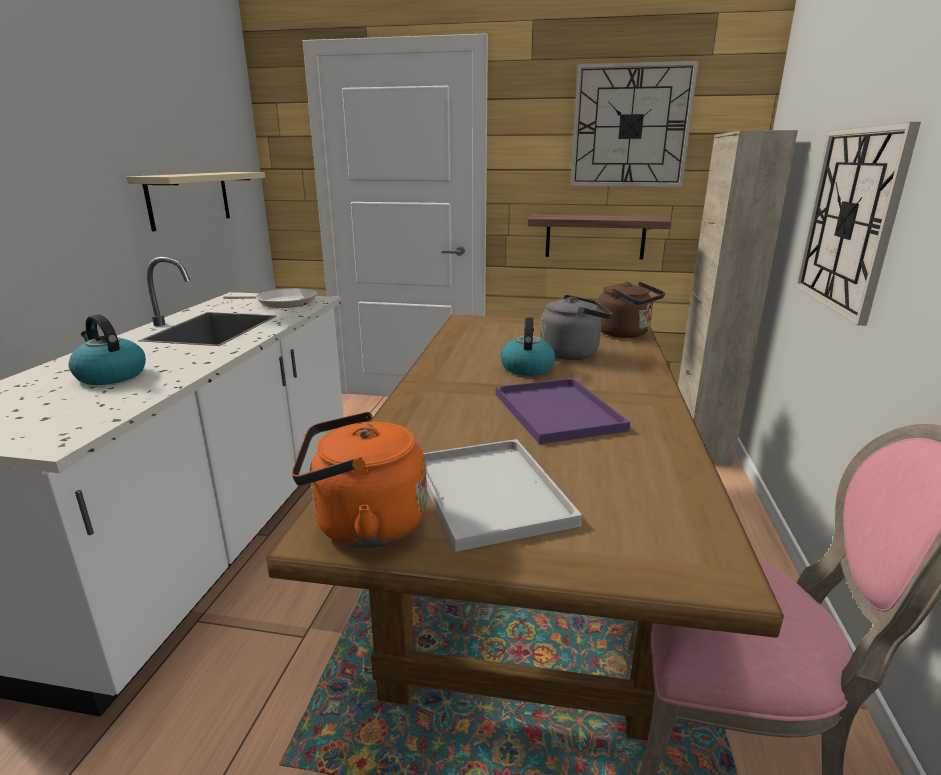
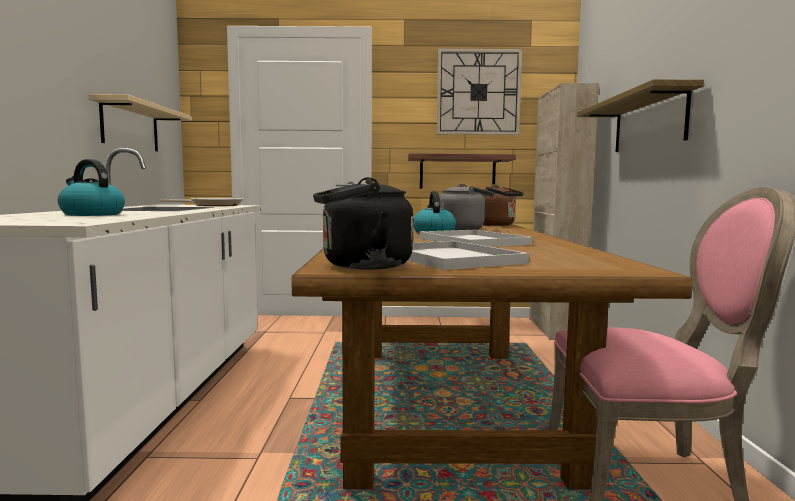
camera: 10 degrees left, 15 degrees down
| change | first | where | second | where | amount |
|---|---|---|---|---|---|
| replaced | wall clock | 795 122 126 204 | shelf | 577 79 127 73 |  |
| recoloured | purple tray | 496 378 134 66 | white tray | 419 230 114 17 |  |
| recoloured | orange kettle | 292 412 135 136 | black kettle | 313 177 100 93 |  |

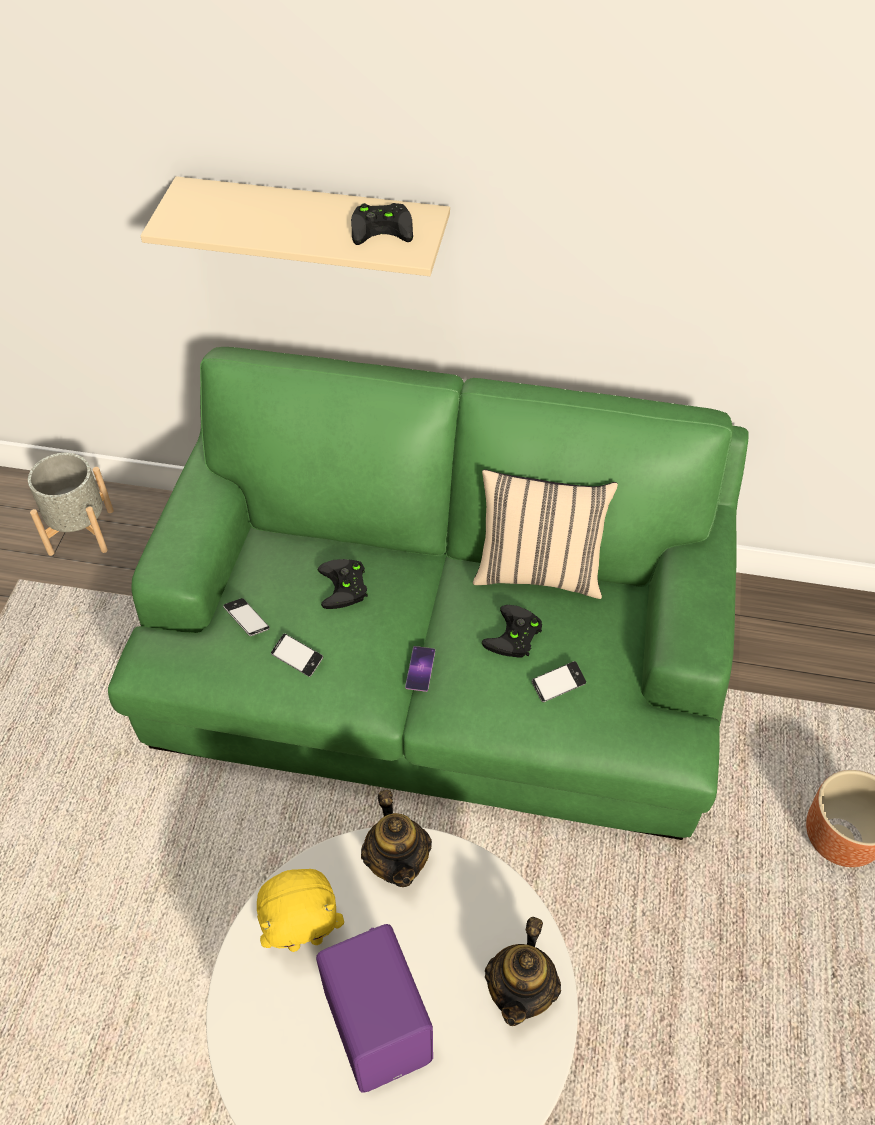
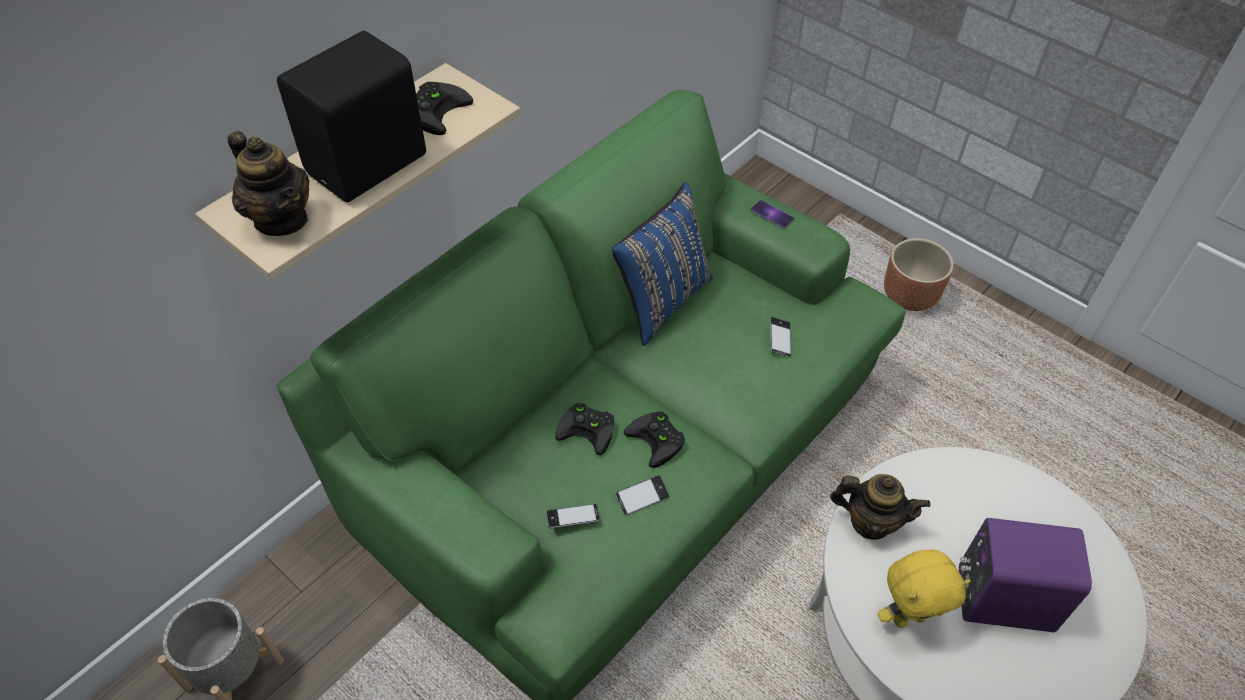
camera: 60 degrees left, 0 degrees up
| change | first | where | second | where | amount |
|---|---|---|---|---|---|
| recoloured | beige pillow | 473 470 145 129 | blue pillow | 611 182 102 164 |  |
| moved | black game controller | 482 605 60 53 |  | 624 411 61 57 |  |
| moved | phone | 405 646 30 46 |  | 750 200 44 29 |  |
| turned | yellow plush toy | 257 869 87 83 |  | 878 550 93 78 | 60 degrees clockwise |
| moved | teapot | 485 917 76 109 |  | 227 131 82 105 |  |
| added |  |  | black speaker | 277 31 149 171 |  |

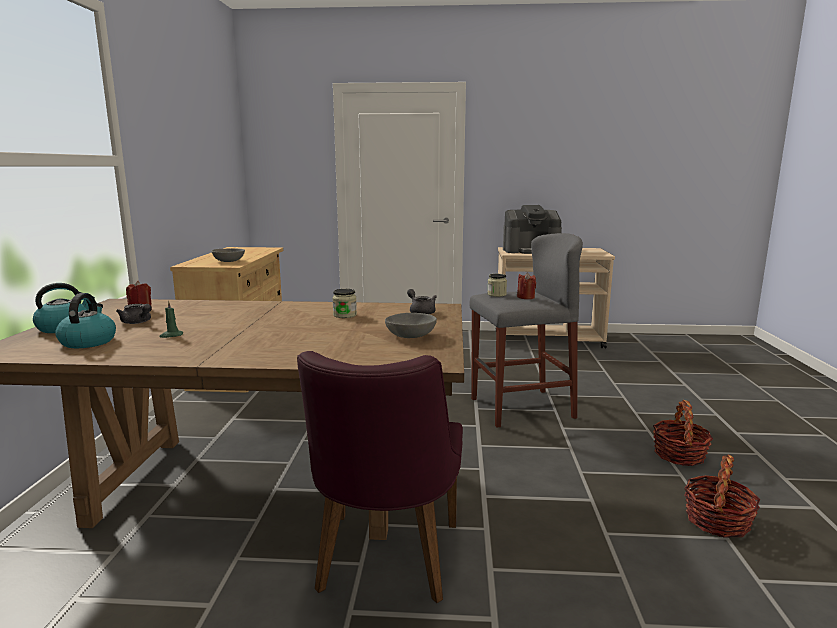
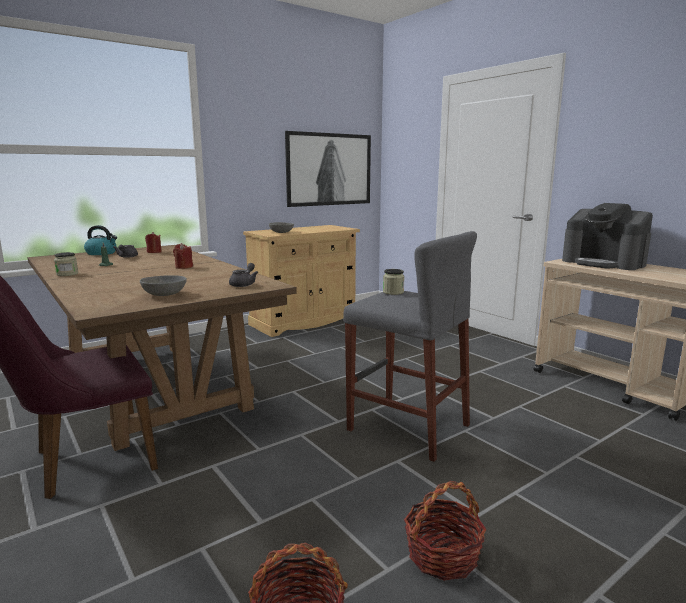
camera: 50 degrees right, 0 degrees up
| change | first | where | second | where | amount |
|---|---|---|---|---|---|
| moved | red candle | 517 273 19 26 |  | 173 243 20 26 |  |
| moved | jar | 332 289 25 29 |  | 54 252 24 24 |  |
| removed | kettle | 55 293 61 55 |  |  |  |
| added |  |  | picture | 285 131 86 76 |  |

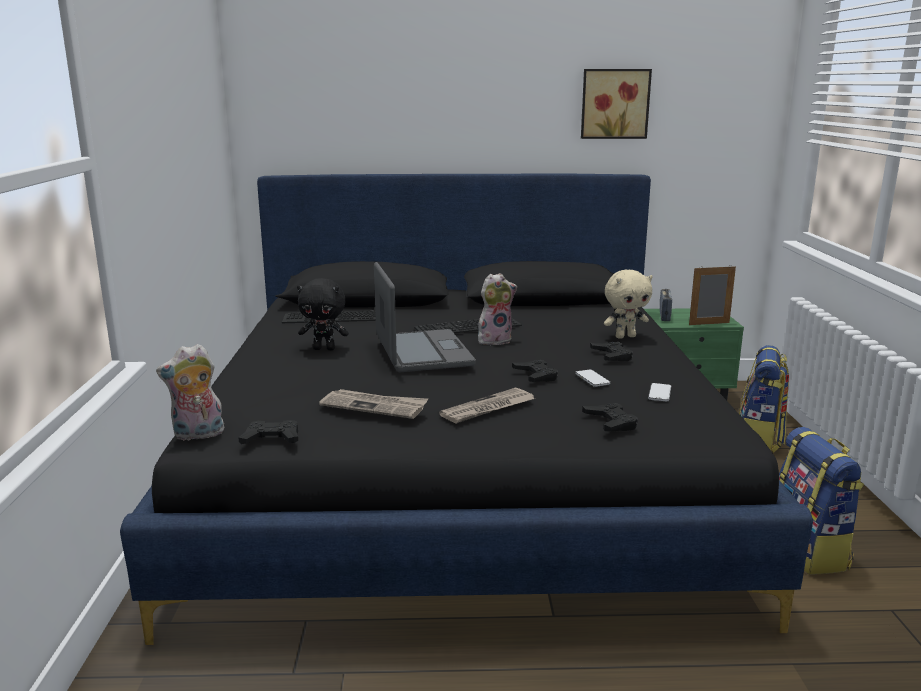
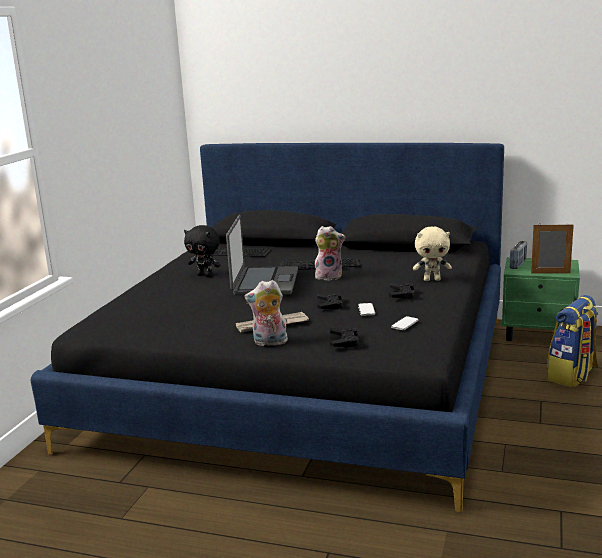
camera: 20 degrees right, 0 degrees up
| change | first | where | second | where | amount |
|---|---|---|---|---|---|
| removed | picture | 581 69 71 70 |  |  |  |
| moved | plush toy | 156 344 69 97 |  | 245 280 43 66 |  |
| removed | newspaper | 319 389 109 30 |  |  |  |
| removed | black game controller | 239 420 59 24 |  |  |  |
| removed | backpack | 779 427 85 148 |  |  |  |

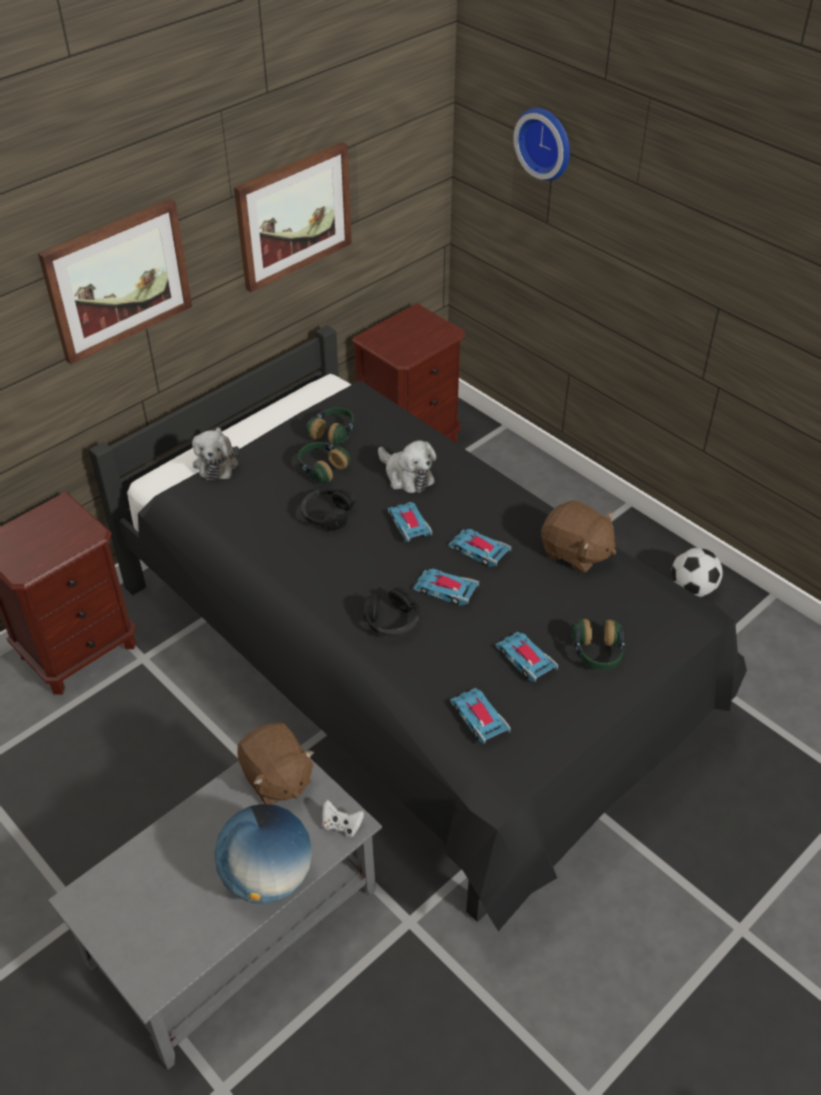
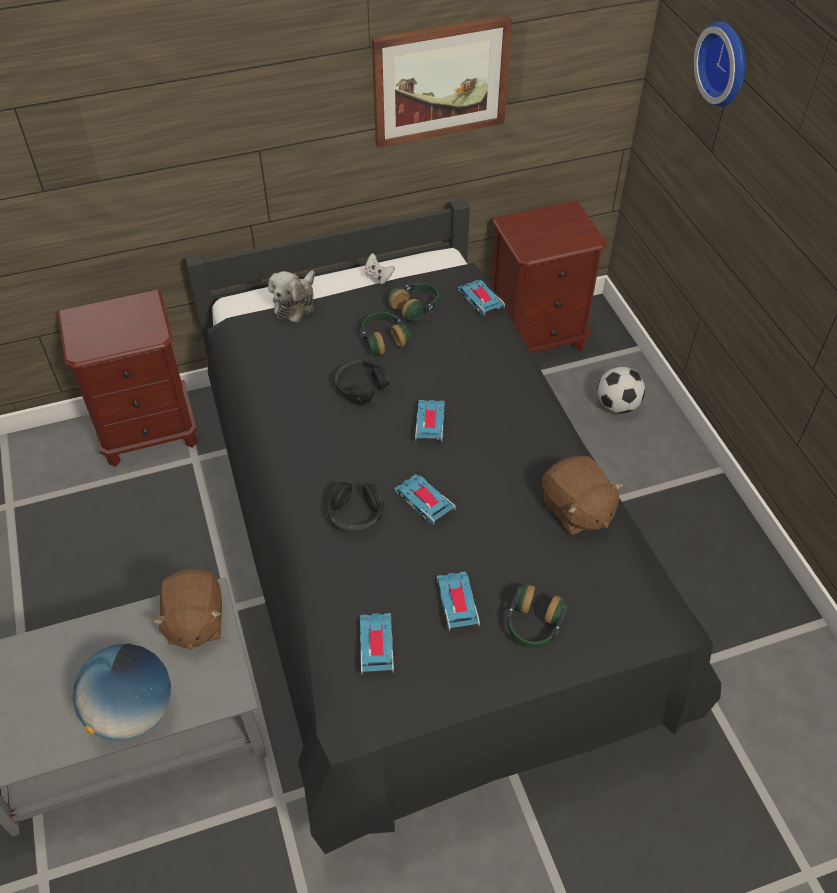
camera: 25 degrees right, 5 degrees up
| change | first | where | second | where | amount |
|---|---|---|---|---|---|
| removed | picture | 38 199 154 166 |  |  |  |
| removed | plush toy | 378 440 58 53 |  |  |  |
| moved | toy car | 448 529 63 38 |  | 457 280 48 35 |  |
| moved | football | 671 548 52 49 |  | 597 366 48 48 |  |
| moved | white game controller | 322 800 42 37 |  | 364 253 31 31 |  |

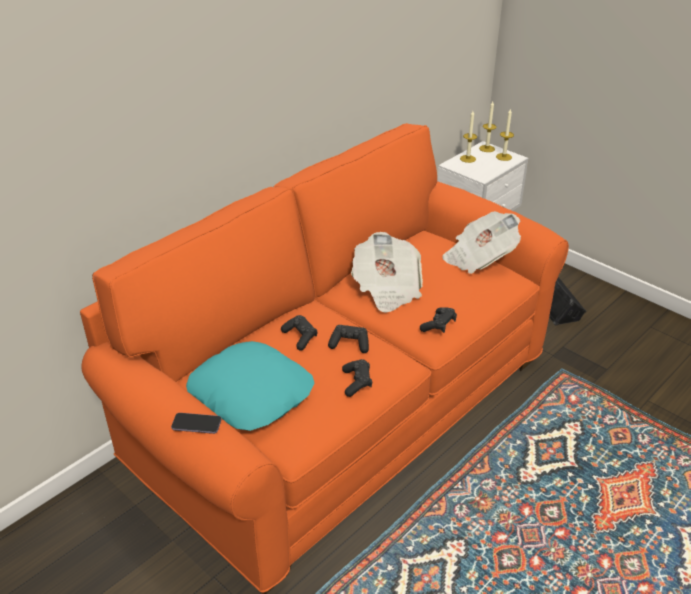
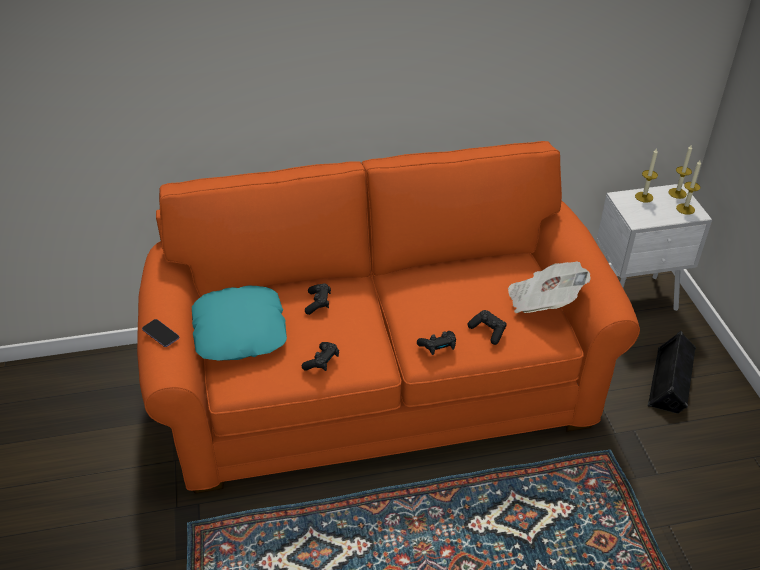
camera: 35 degrees right, 5 degrees up
| change | first | where | second | where | amount |
|---|---|---|---|---|---|
| removed | newspaper | 351 232 72 81 |  |  |  |
| moved | black game controller | 328 325 41 28 |  | 468 310 39 35 |  |

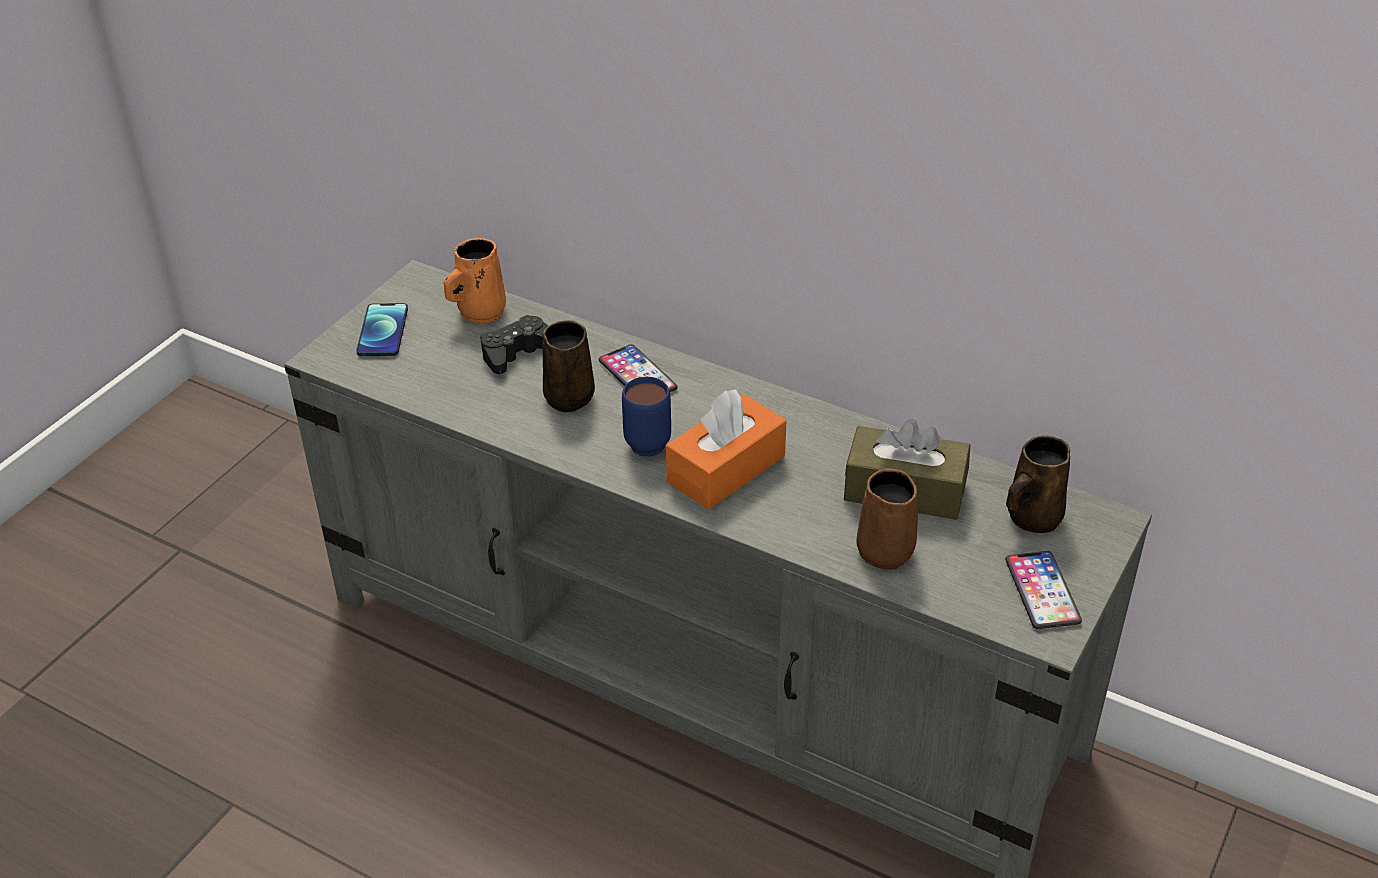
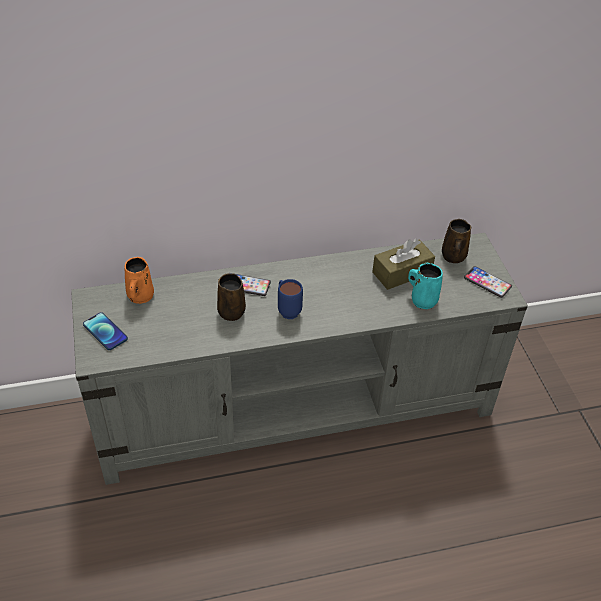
camera: 45 degrees left, 5 degrees up
| change | first | where | second | where | amount |
|---|---|---|---|---|---|
| removed | black game controller | 480 315 69 59 |  |  |  |
| removed | orange tissue box | 666 390 120 120 |  |  |  |
| recoloured | brown mug | 856 468 62 102 | turquoise mug | 408 263 35 46 |  |

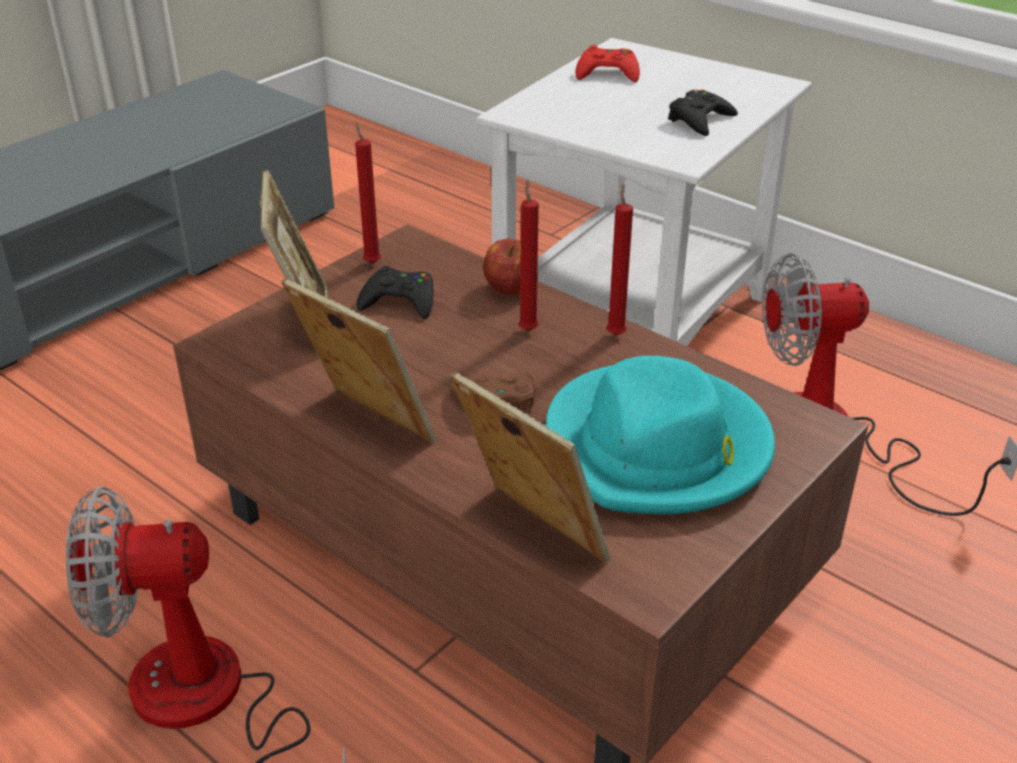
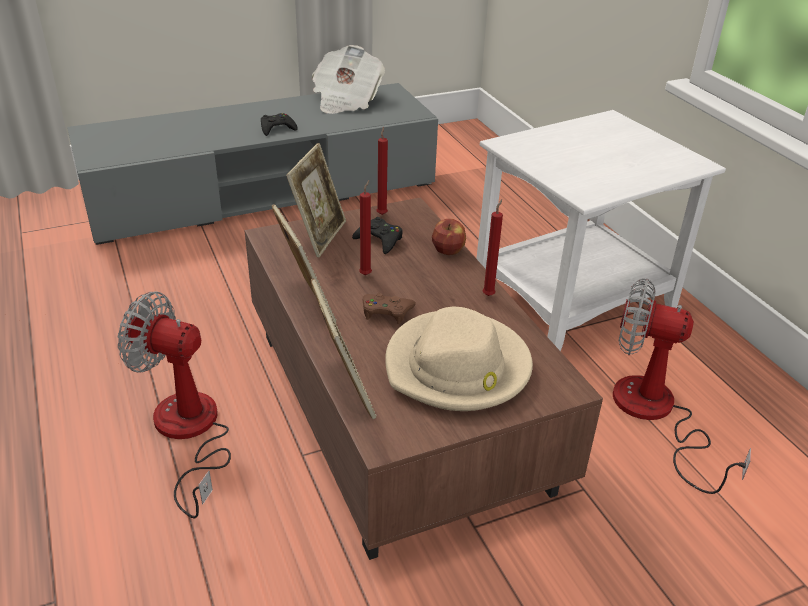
camera: 25 degrees right, 0 degrees up
| change | first | where | second | where | amount |
|---|---|---|---|---|---|
| removed | red game controller | 575 45 65 38 |  |  |  |
| moved | black game controller | 668 90 70 46 |  | 261 113 37 23 |  |
| moved | red candle | 519 180 20 151 |  | 359 180 13 95 |  |
| recoloured | turquoise hat | 546 356 229 158 | beige hat | 385 307 148 104 |  |
| added |  |  | newspaper | 312 45 73 69 |  |

